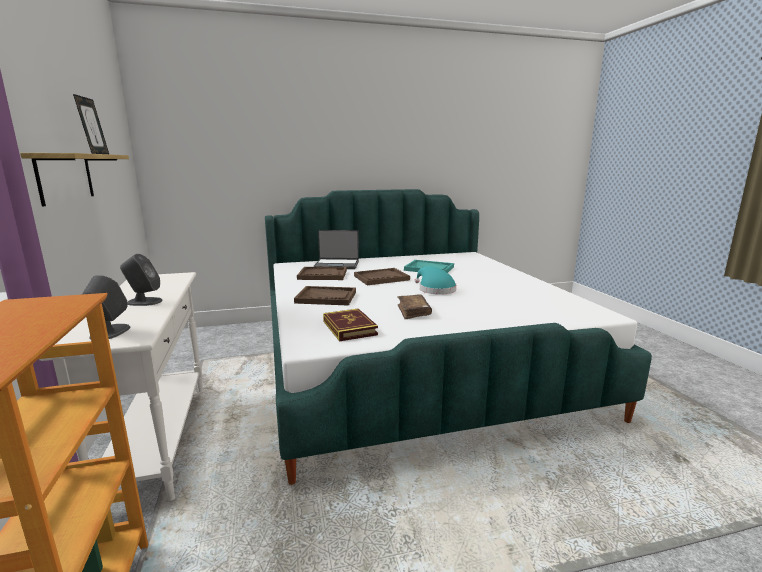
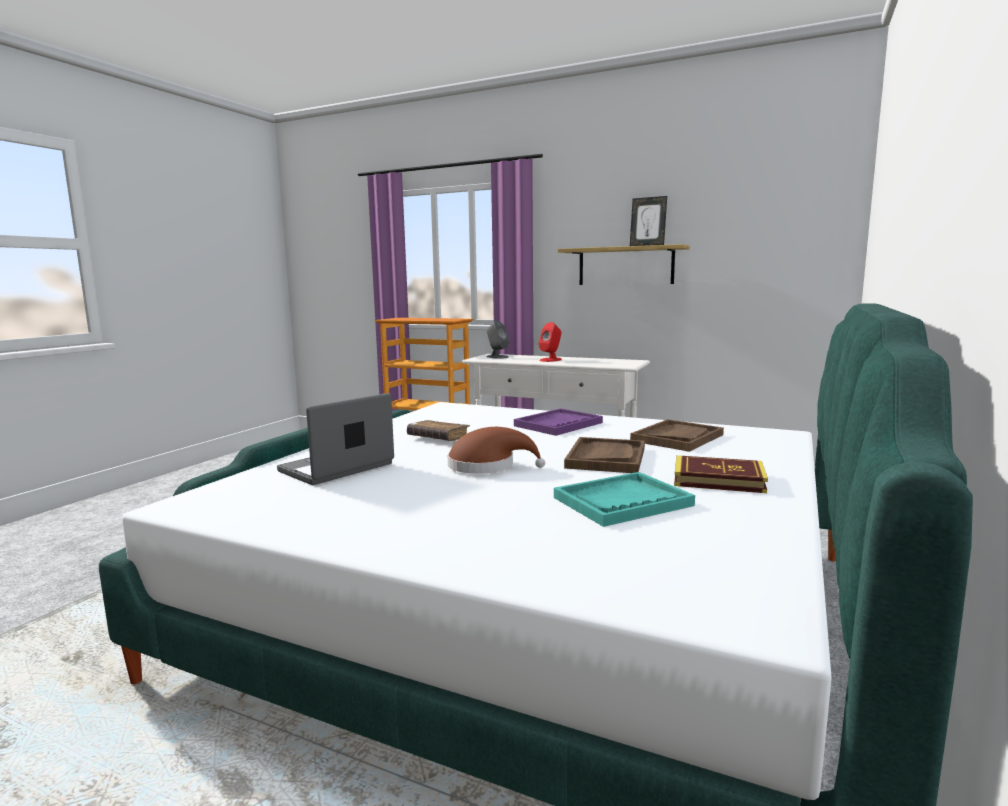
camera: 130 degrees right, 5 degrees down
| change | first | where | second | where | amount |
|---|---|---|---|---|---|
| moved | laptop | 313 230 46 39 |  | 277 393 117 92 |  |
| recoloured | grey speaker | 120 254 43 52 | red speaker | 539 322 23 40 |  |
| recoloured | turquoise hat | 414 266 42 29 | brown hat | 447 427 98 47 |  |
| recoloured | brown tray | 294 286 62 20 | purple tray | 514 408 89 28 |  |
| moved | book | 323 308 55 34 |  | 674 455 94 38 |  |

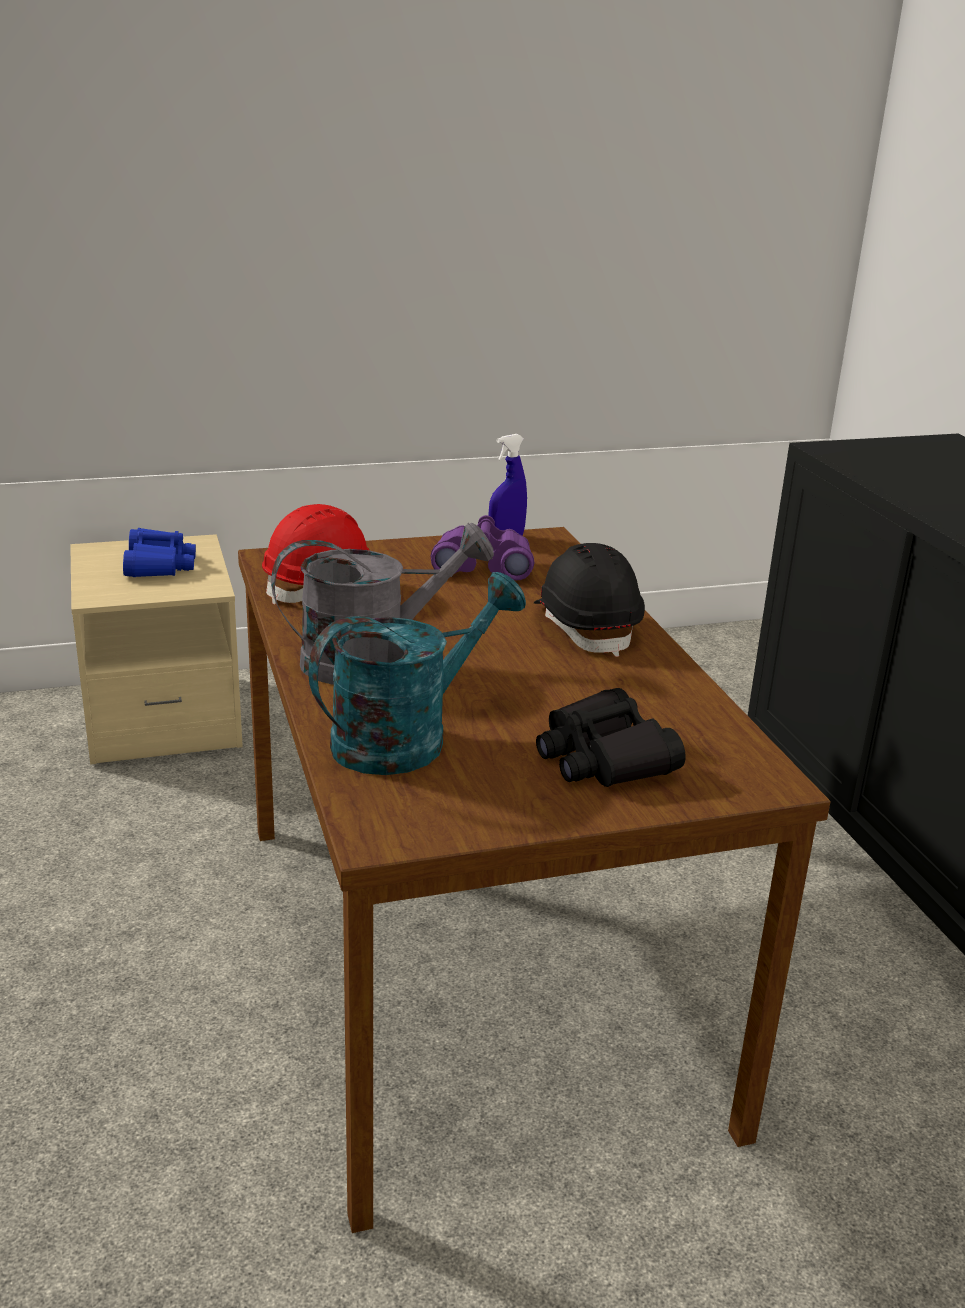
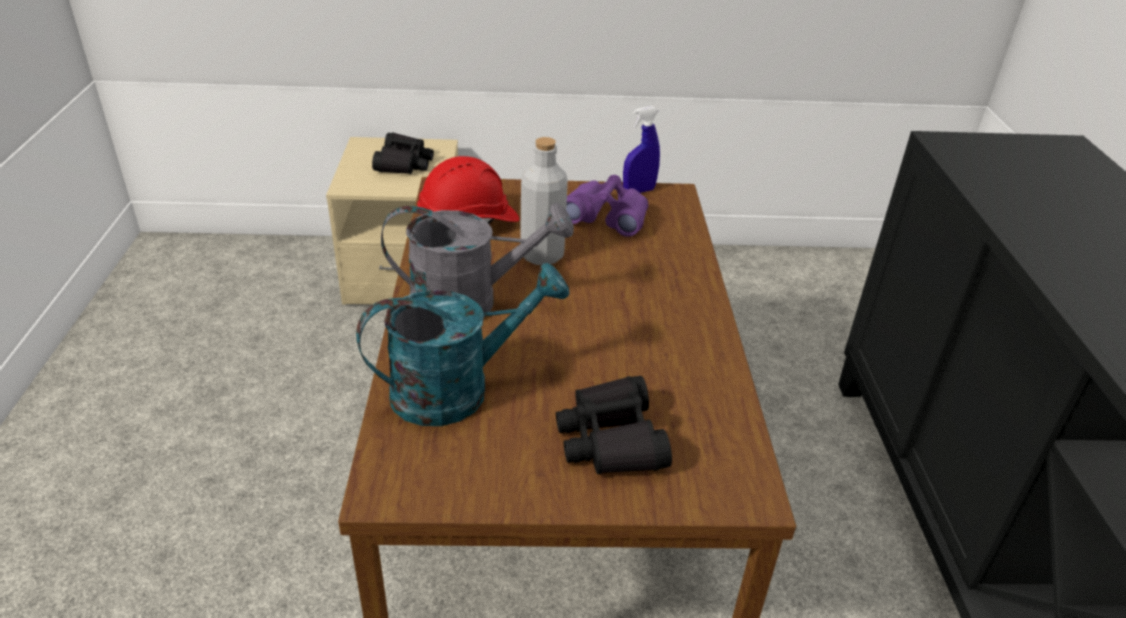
camera: 15 degrees right, 10 degrees up
| change | first | where | second | where | amount |
|---|---|---|---|---|---|
| recoloured | blue binoculars | 123 528 73 49 | black binoculars | 372 132 62 42 |  |
| removed | black hard hat | 534 543 111 114 |  |  |  |
| added |  |  | grey bottle | 520 137 48 128 |  |

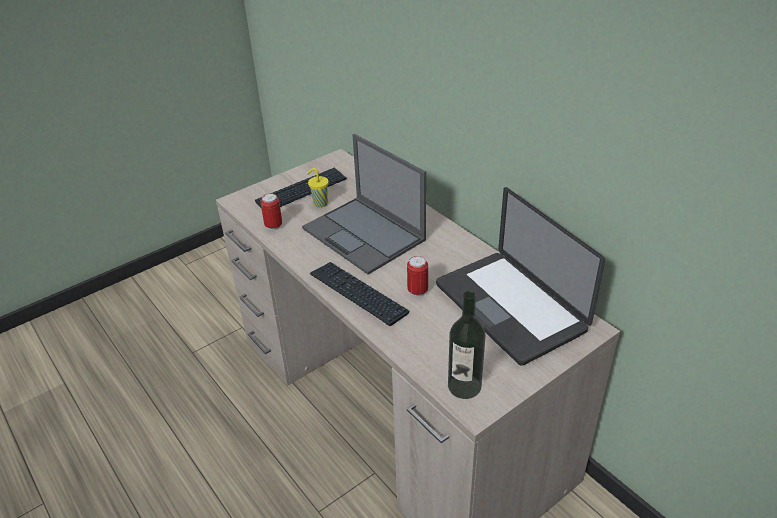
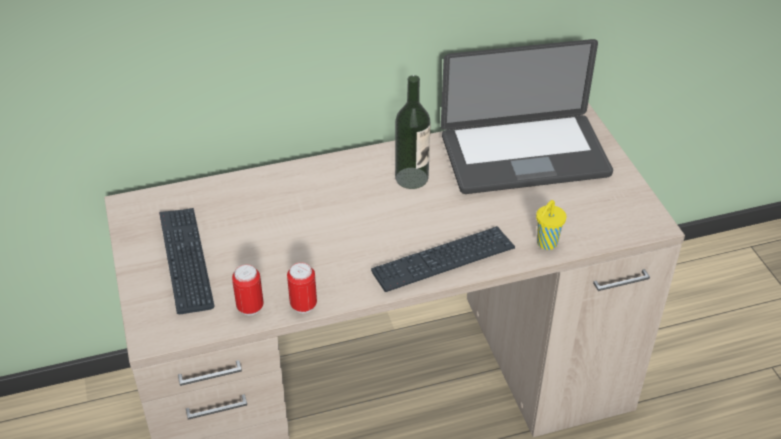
camera: 70 degrees left, 5 degrees up
| change | first | where | second | where | amount |
|---|---|---|---|---|---|
| removed | laptop | 302 134 124 141 |  |  |  |
| moved | yellow cup | 307 168 22 40 |  | 536 200 30 50 |  |
| moved | can | 407 256 21 41 |  | 287 262 30 51 |  |
| moved | bottle | 448 291 37 108 |  | 395 75 36 114 |  |

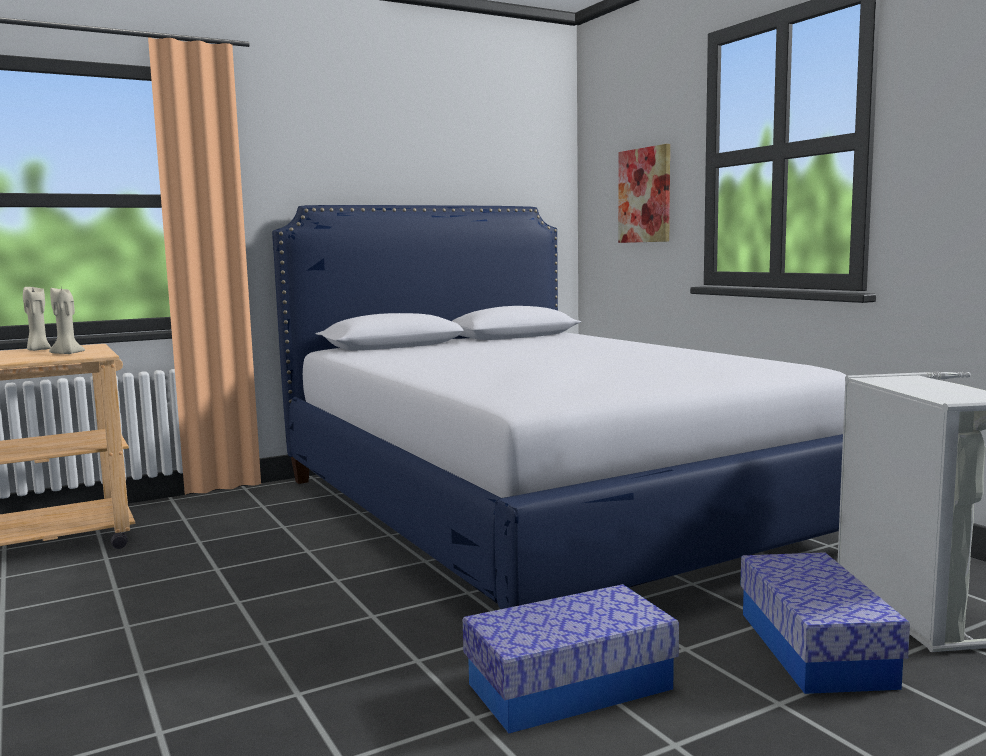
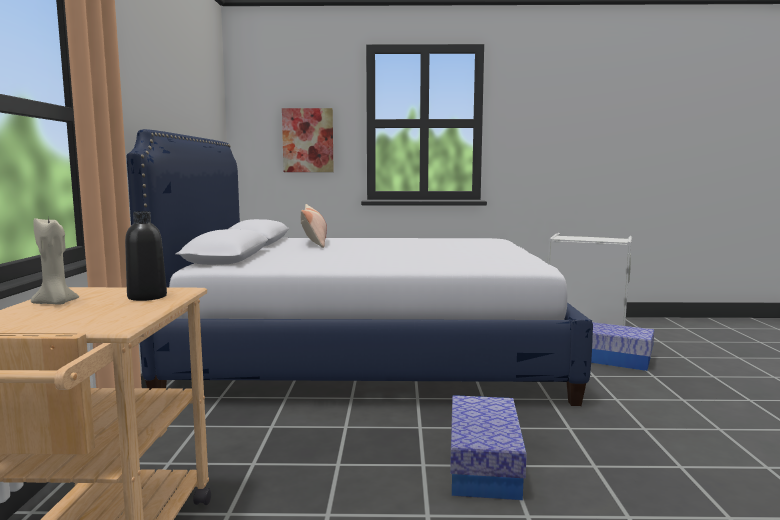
camera: 60 degrees left, 0 degrees up
| change | first | where | second | where | amount |
|---|---|---|---|---|---|
| replaced | beige candle | 49 288 36 66 | black bottle | 125 211 42 90 |  |
| moved | storage box | 463 584 216 150 |  | 450 395 77 105 |  |
| added |  |  | pillow | 301 204 26 44 |  |

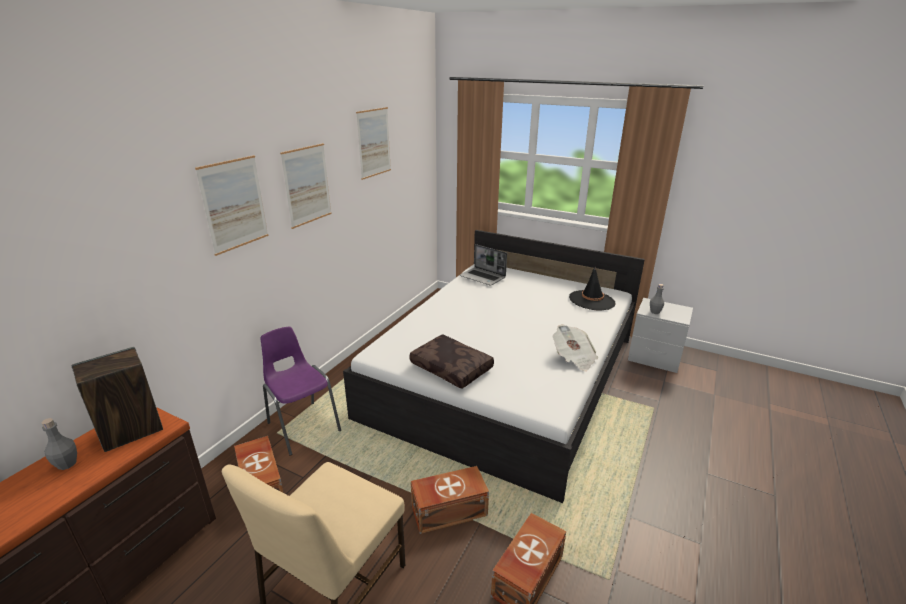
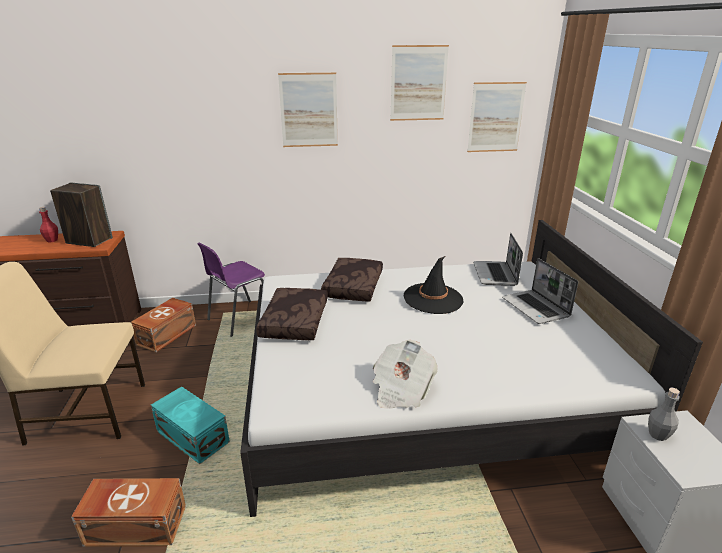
camera: 55 degrees right, 0 degrees up
| change | first | where | second | where | amount |
|---|---|---|---|---|---|
| moved | picture | 195 155 73 101 |  | 467 82 60 70 |  |
| moved | black hat | 569 266 47 45 |  | 404 256 60 58 |  |
| turned | purple chair | 260 326 81 130 |  | 198 243 67 94 | 150 degrees counterclockwise |
| recoloured | grey bottle | 41 418 36 52 | red bottle | 39 207 19 35 |  |
| recoloured | brown storage box | 411 466 78 68 | turquoise storage box | 151 386 79 78 |  |
| added |  |  | brown pillow | 321 258 62 43 |  |
| added |  |  | laptop | 502 258 76 66 |  |

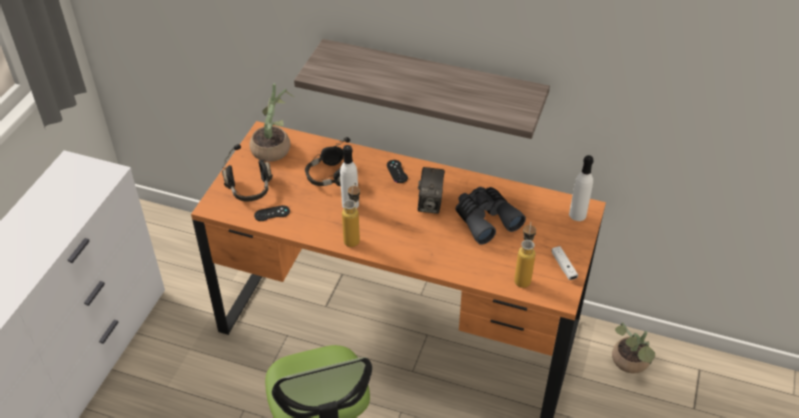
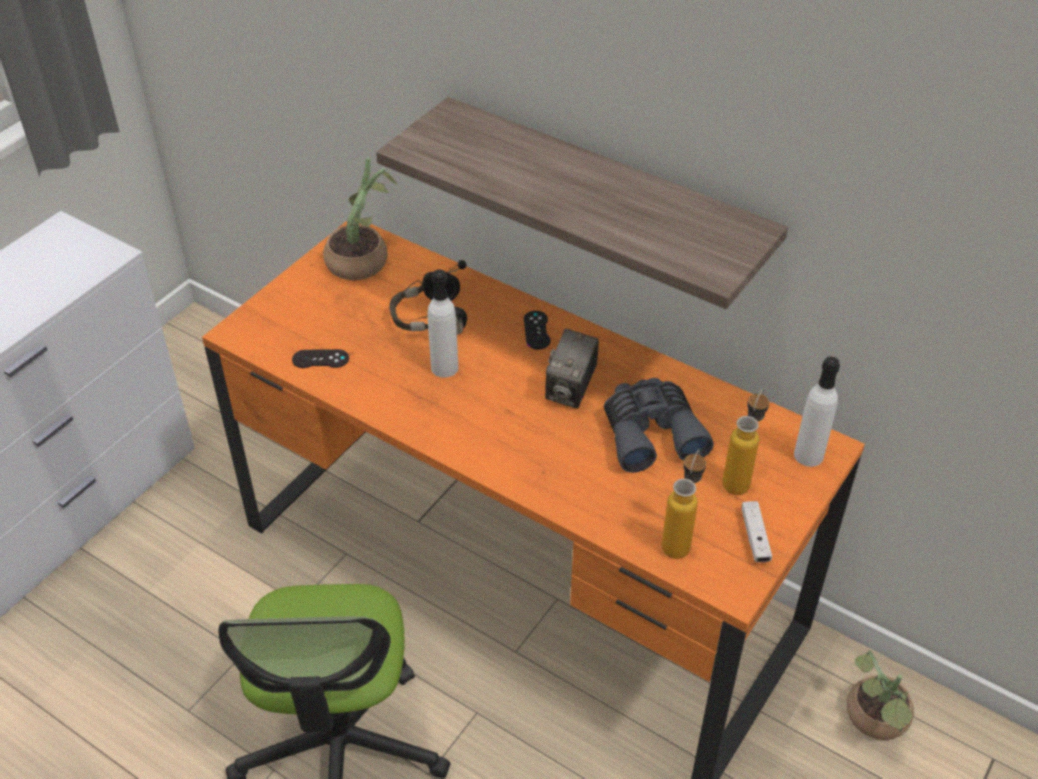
camera: 15 degrees right, 0 degrees up
| change | first | where | second | where | amount |
|---|---|---|---|---|---|
| removed | black headphones | 222 144 51 58 |  |  |  |
| moved | bottle | 342 183 18 64 |  | 723 389 46 106 |  |

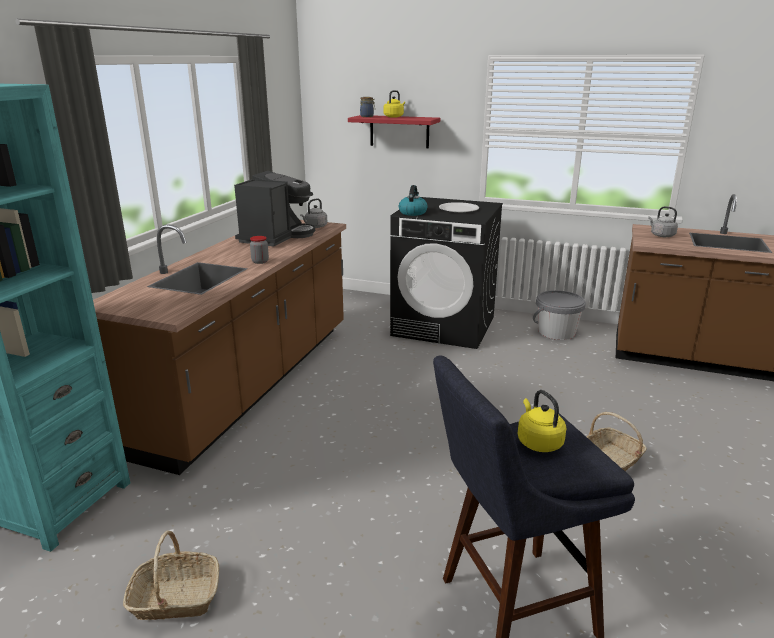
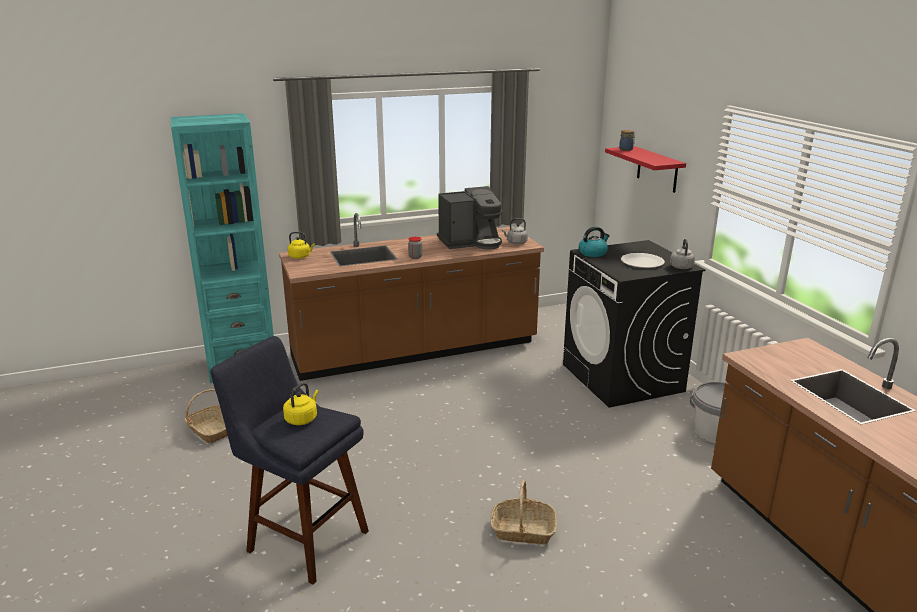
camera: 50 degrees right, 0 degrees up
| change | first | where | second | where | amount |
|---|---|---|---|---|---|
| moved | yellow kettle | 384 90 21 28 |  | 288 232 27 27 |  |
| moved | grey kettle | 648 206 30 31 |  | 670 239 25 30 |  |

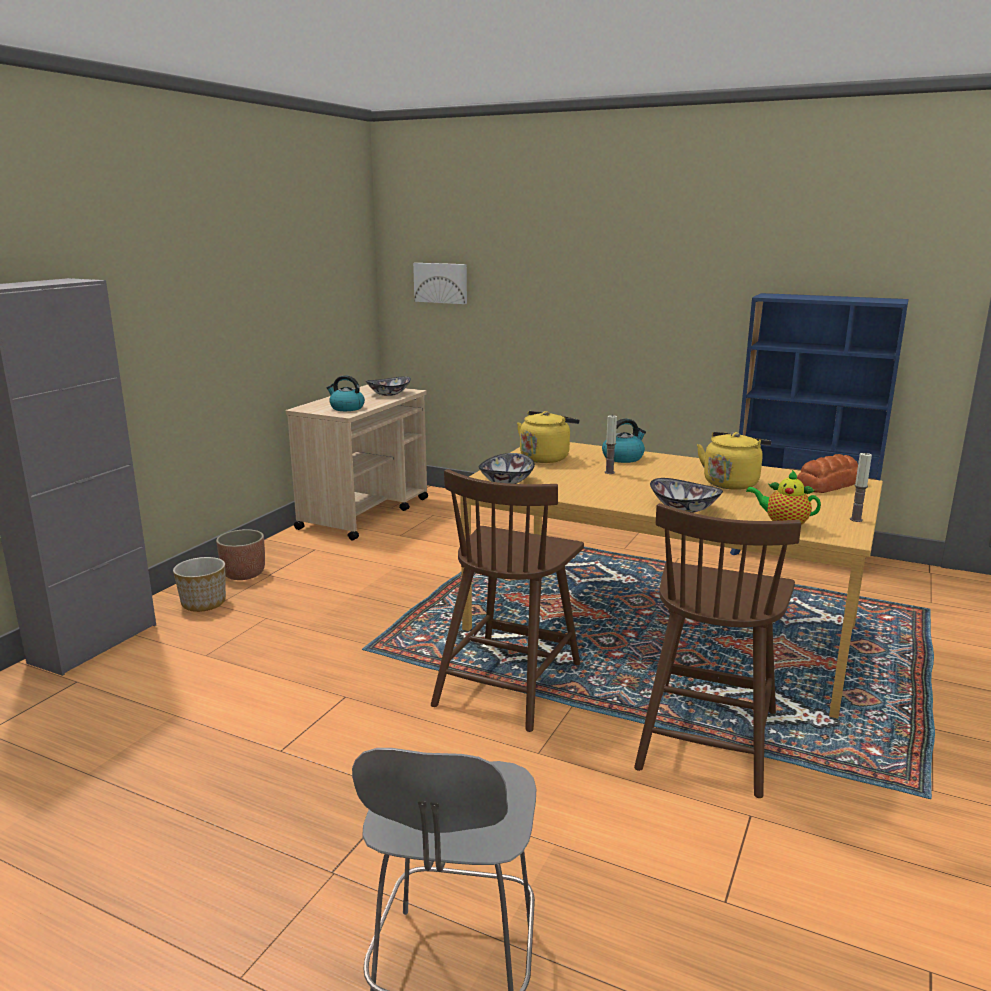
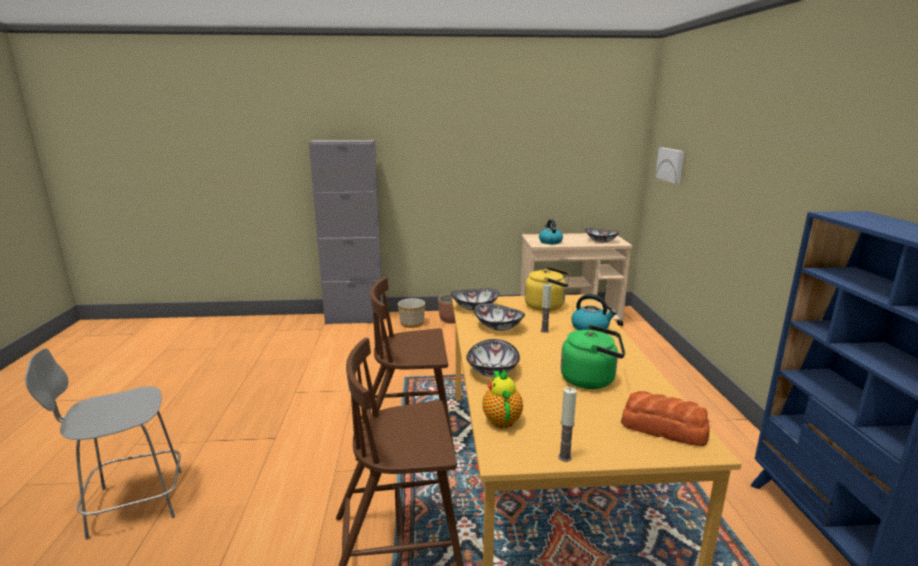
camera: 60 degrees right, 0 degrees up
| change | first | where | second | where | amount |
|---|---|---|---|---|---|
| recoloured | yellow kettle | 697 432 74 58 | green kettle | 561 325 64 64 |  |
| added |  |  | bowl | 474 303 51 28 |  |

